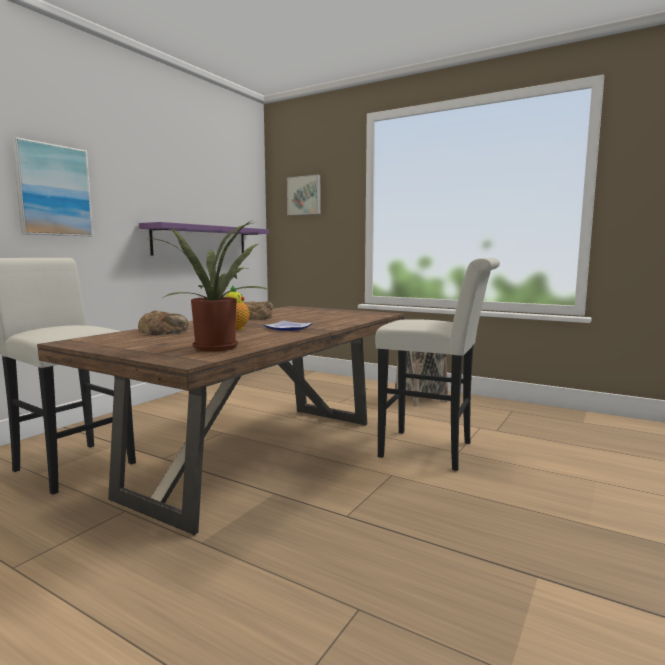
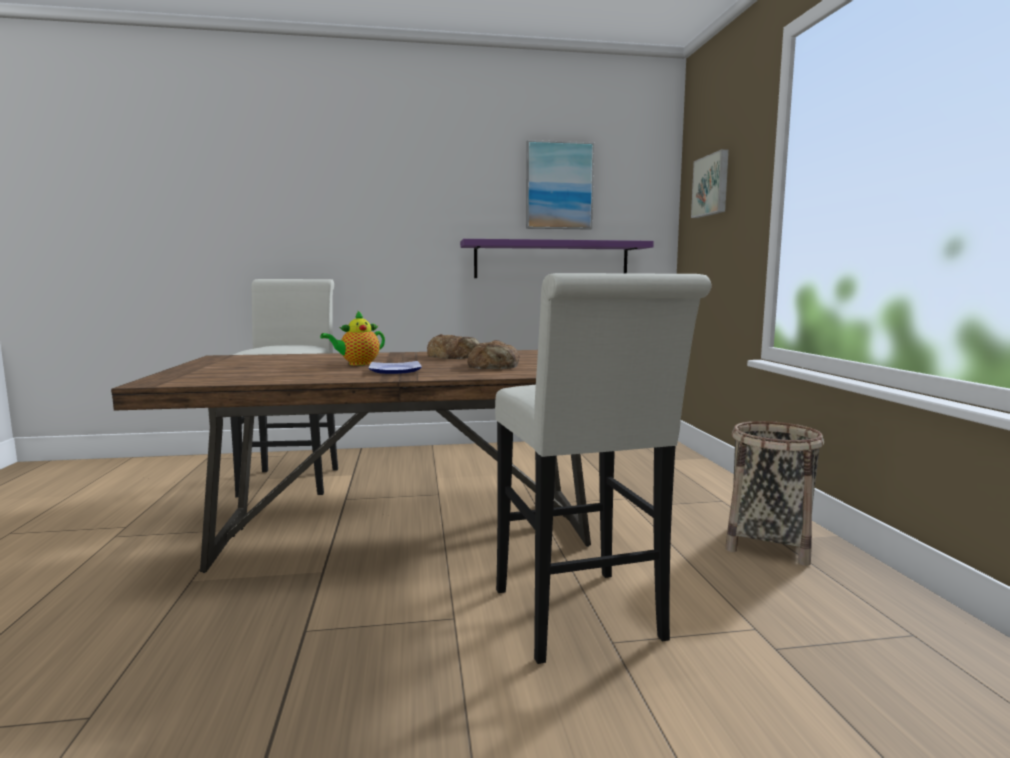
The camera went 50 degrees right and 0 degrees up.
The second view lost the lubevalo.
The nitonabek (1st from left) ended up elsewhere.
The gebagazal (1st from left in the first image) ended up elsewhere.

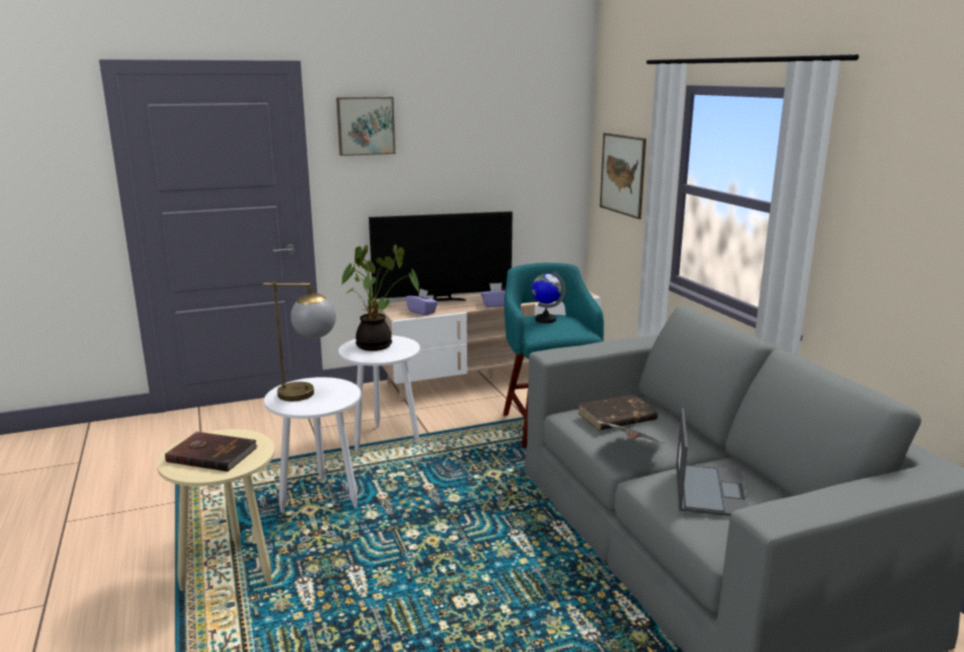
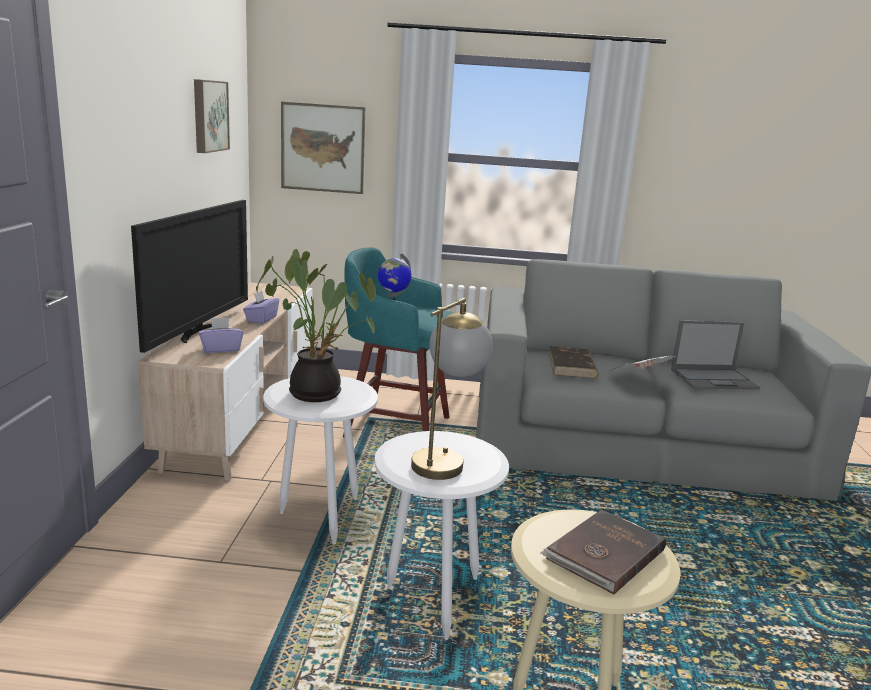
The camera went 65 degrees left and 0 degrees up.
The nitonabek (1st from left) ended up elsewhere.
The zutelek ended up facing another way, 135 degrees clockwise from before.

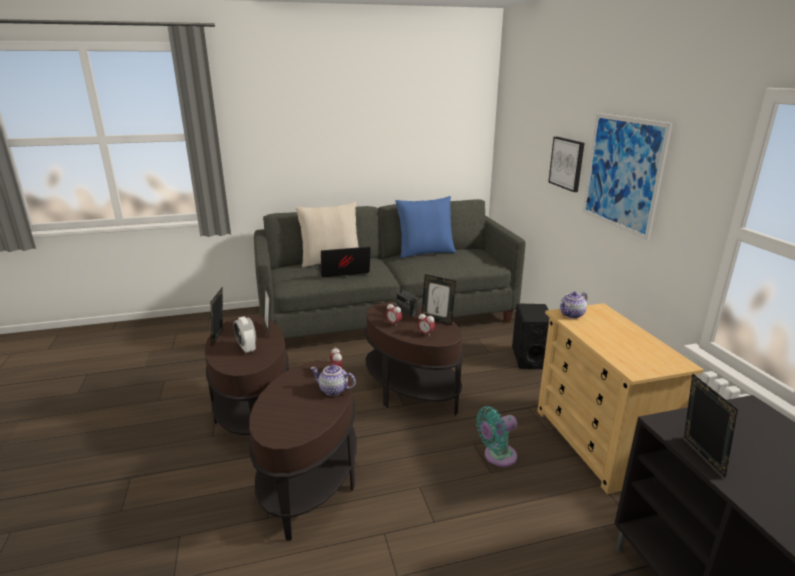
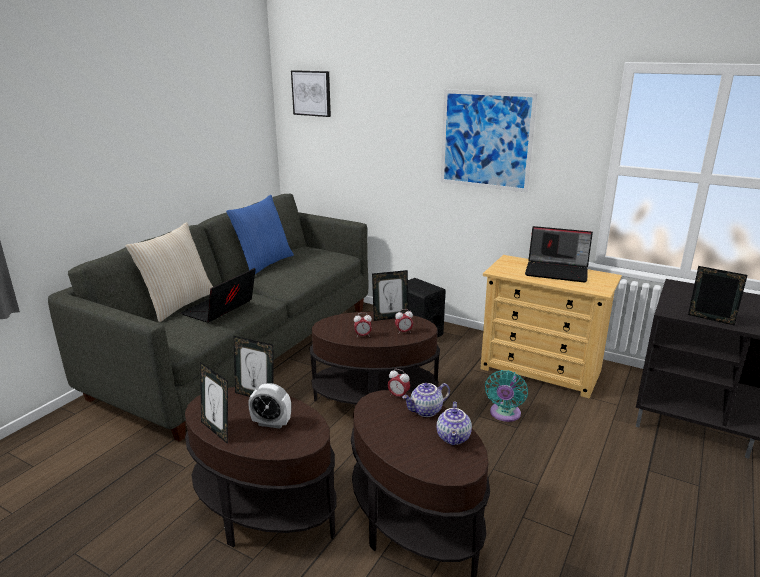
The camera went 45 degrees left and 0 degrees up.
The second view lost the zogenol.
The second view gained the zutelek (2nd from left).
The nitonabek (1st from left) ended up elsewhere.
The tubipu (2nd from left) ended up elsewhere.

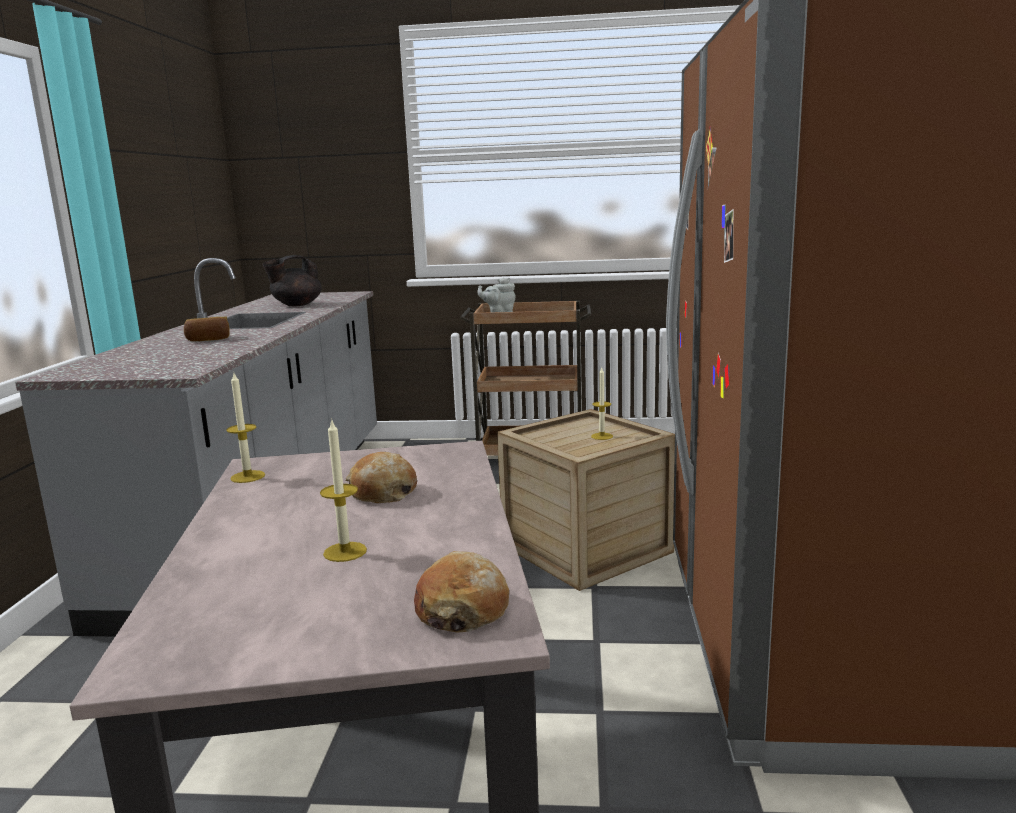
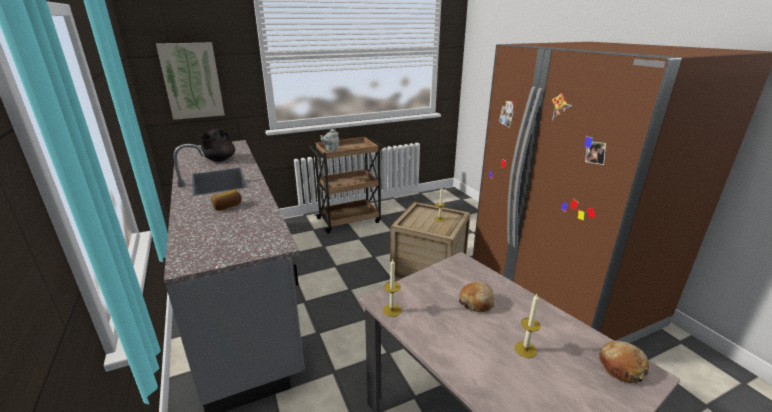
The camera went 30 degrees left and 10 degrees up.
The second view gained the nitonabek.

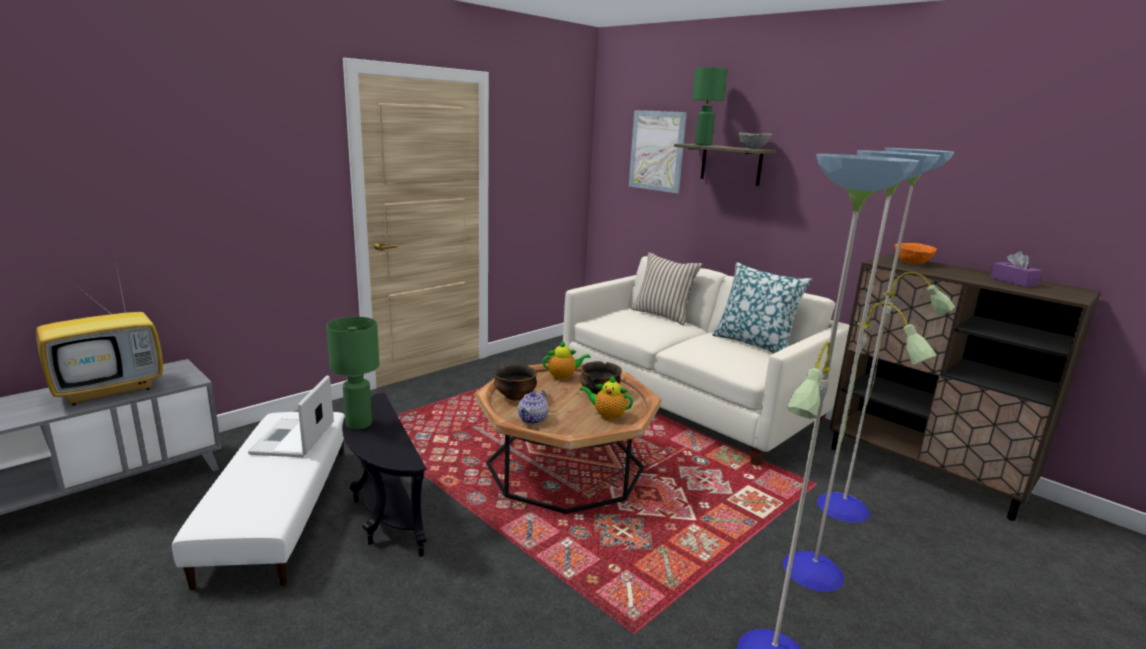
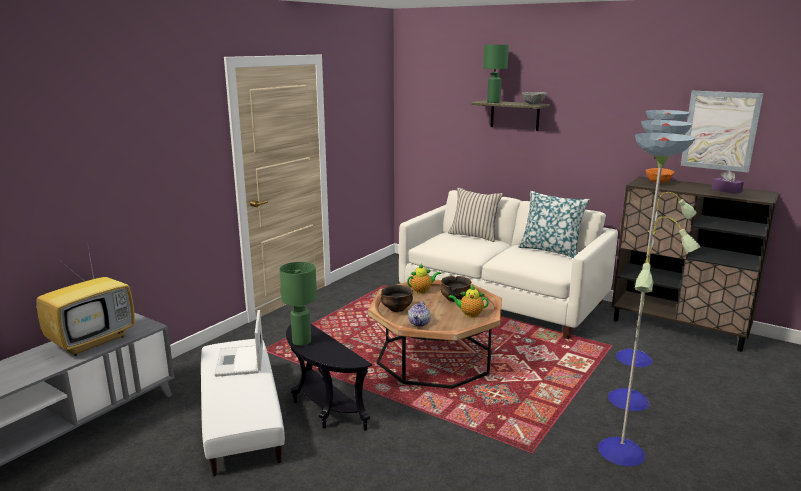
The camera went 10 degrees left and 0 degrees up.
The nitonabek ended up elsewhere.

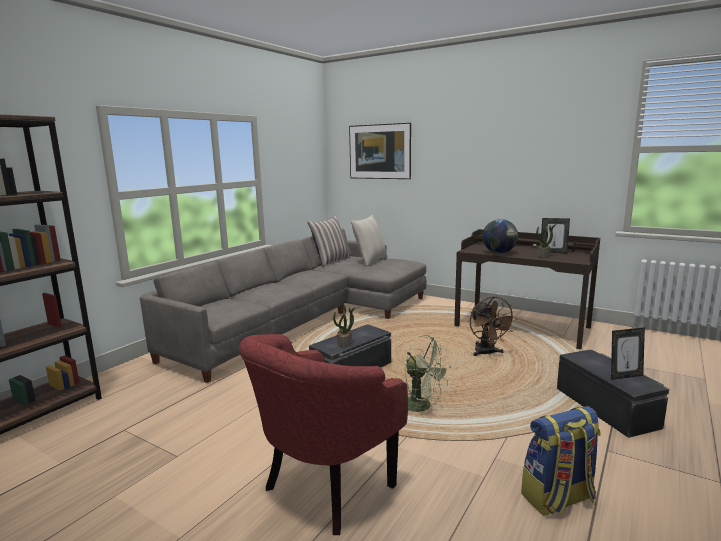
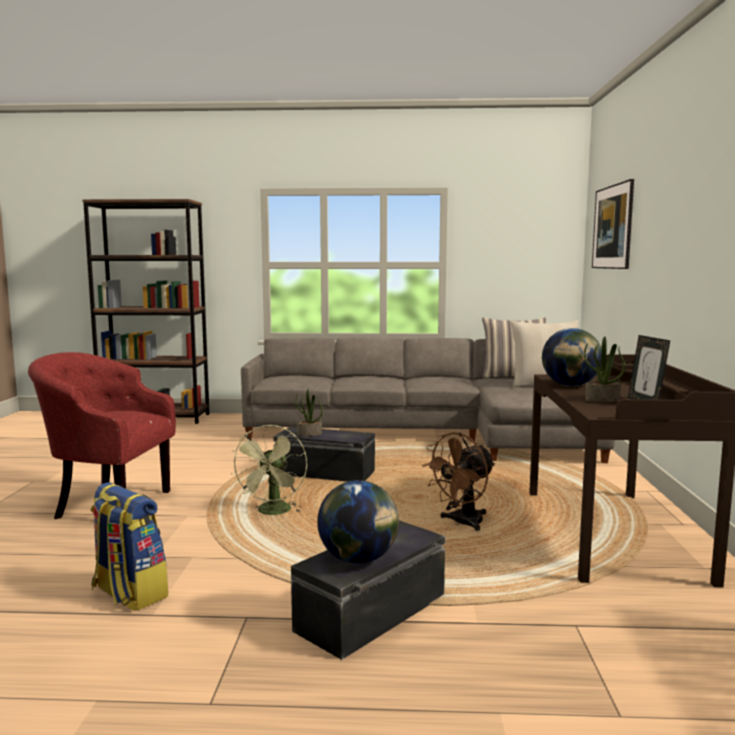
The camera went 60 degrees right and 5 degrees down.
Where the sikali (2nd from left) stood, the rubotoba (1st from left) came to stand.

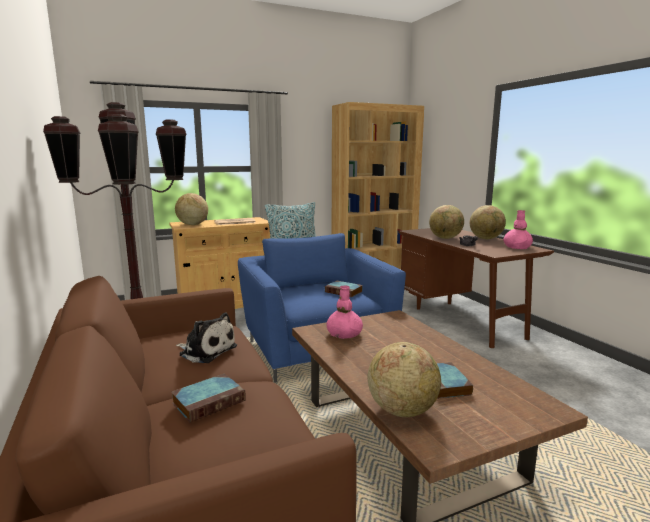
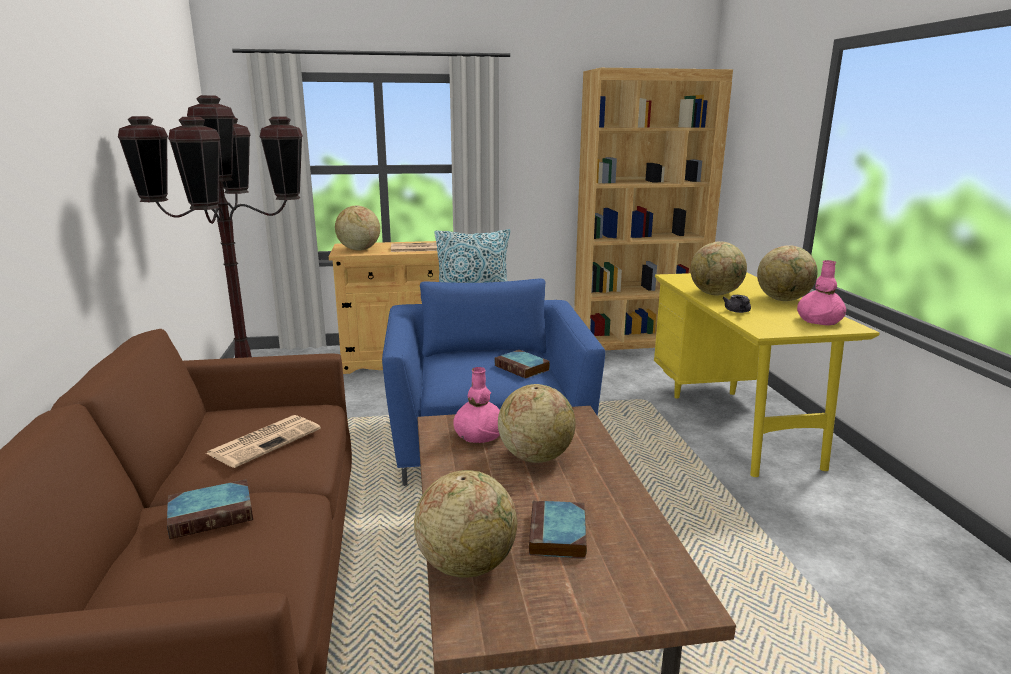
The camera went 15 degrees right and 5 degrees up.
The second view gained the rubotoba (3rd from left).
Where the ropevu stood, the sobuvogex (1st from left) came to stand.
What was the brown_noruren turned into the yellow_noruren.

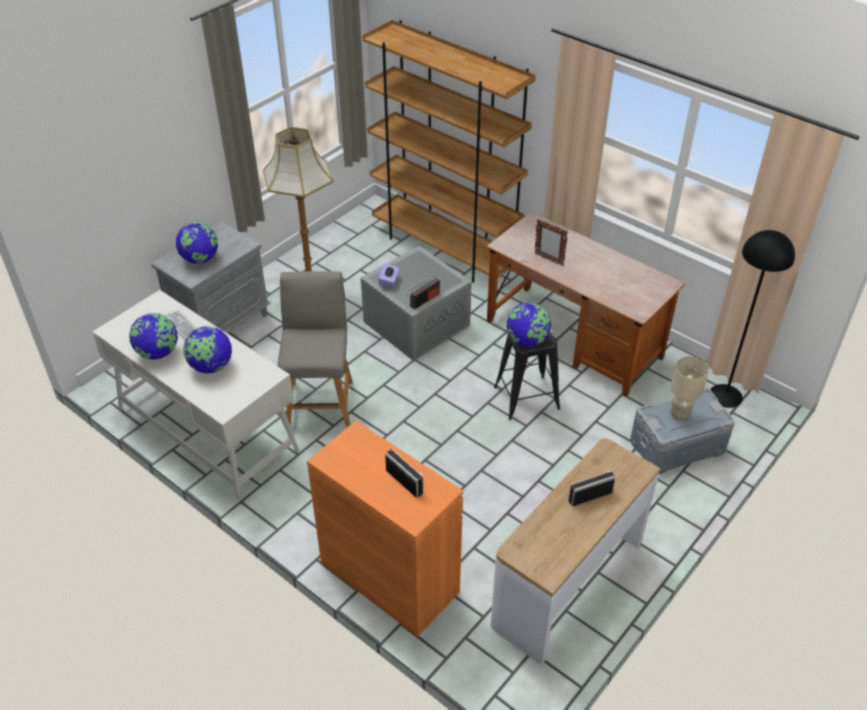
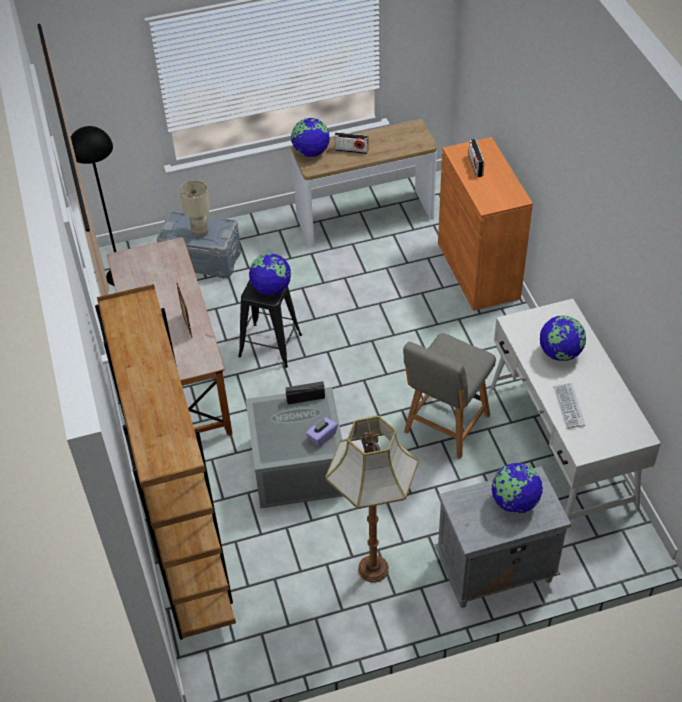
The camera went 145 degrees left and 5 degrees up.
The rubotoba (1st from left in the first image) ended up elsewhere.

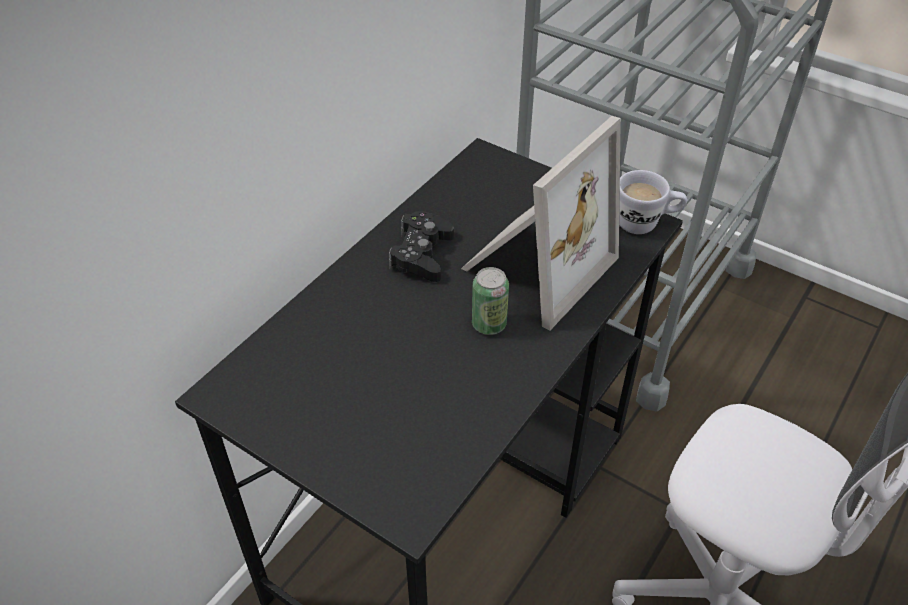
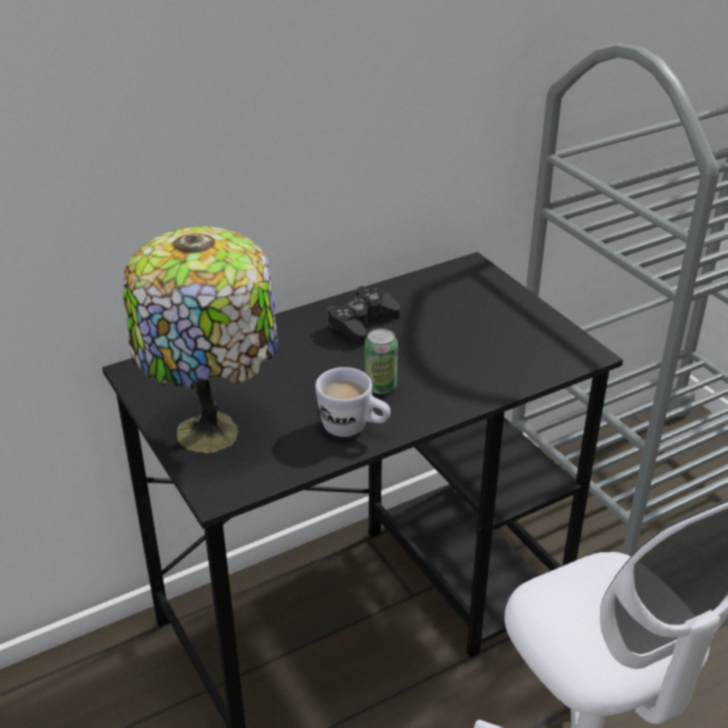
The camera went 25 degrees right and 10 degrees down.
The second view lost the sikali.
The second view gained the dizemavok.
The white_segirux ended up elsewhere.

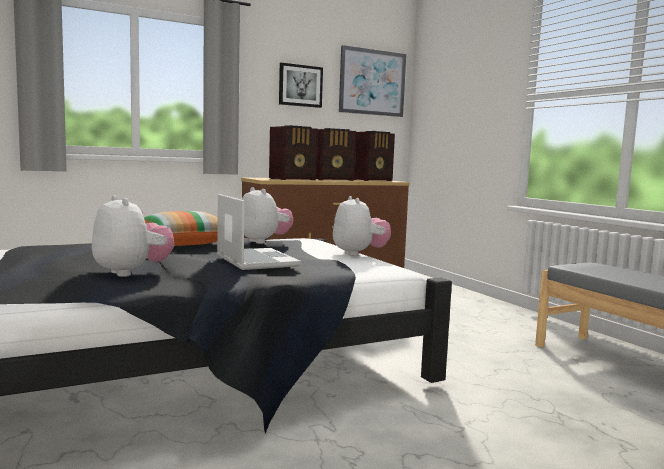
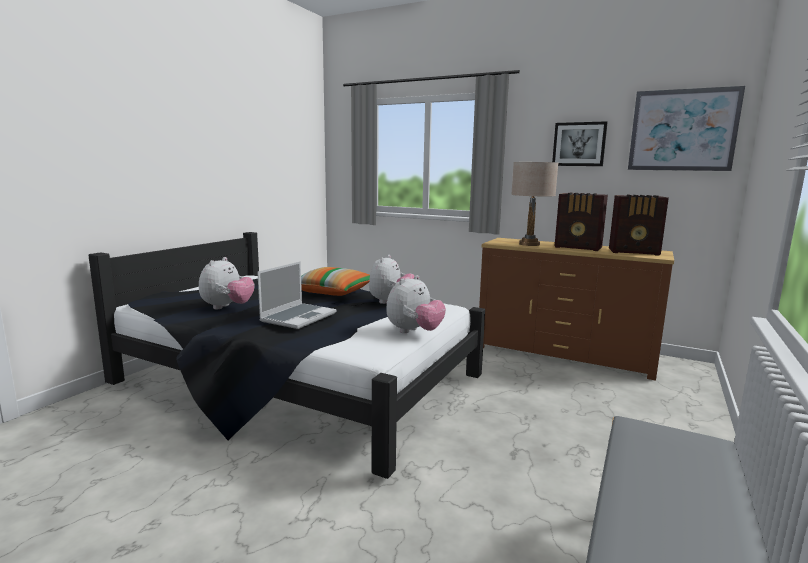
The camera went 55 degrees right and 5 degrees up.
Where the zogenol (1st from left) stood, the beige_dizemavok came to stand.

